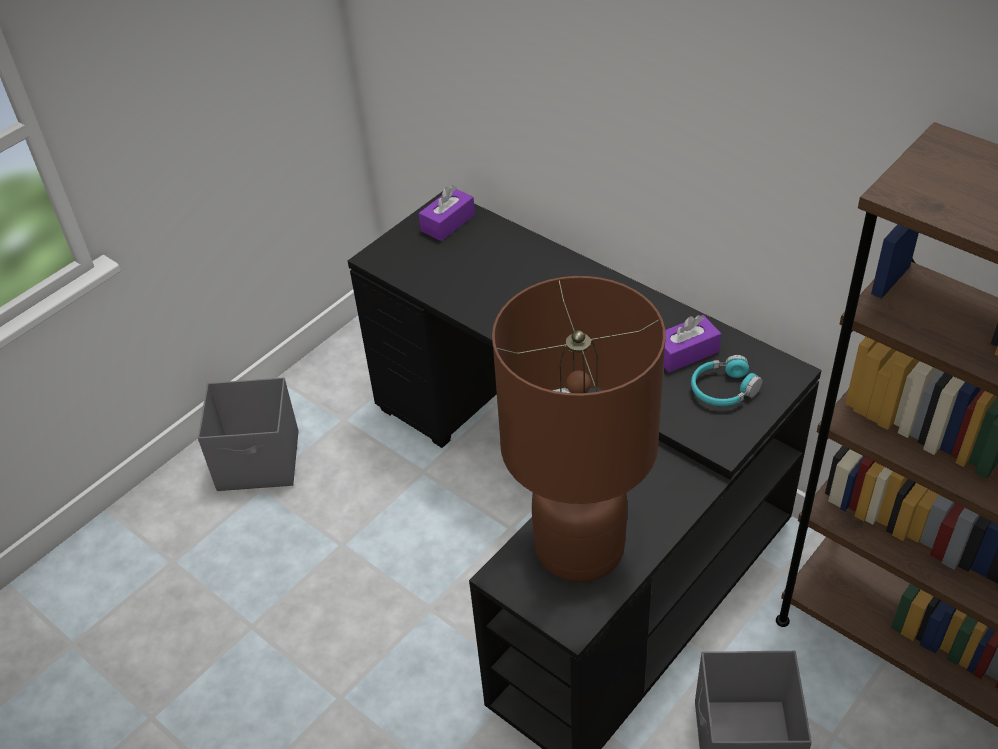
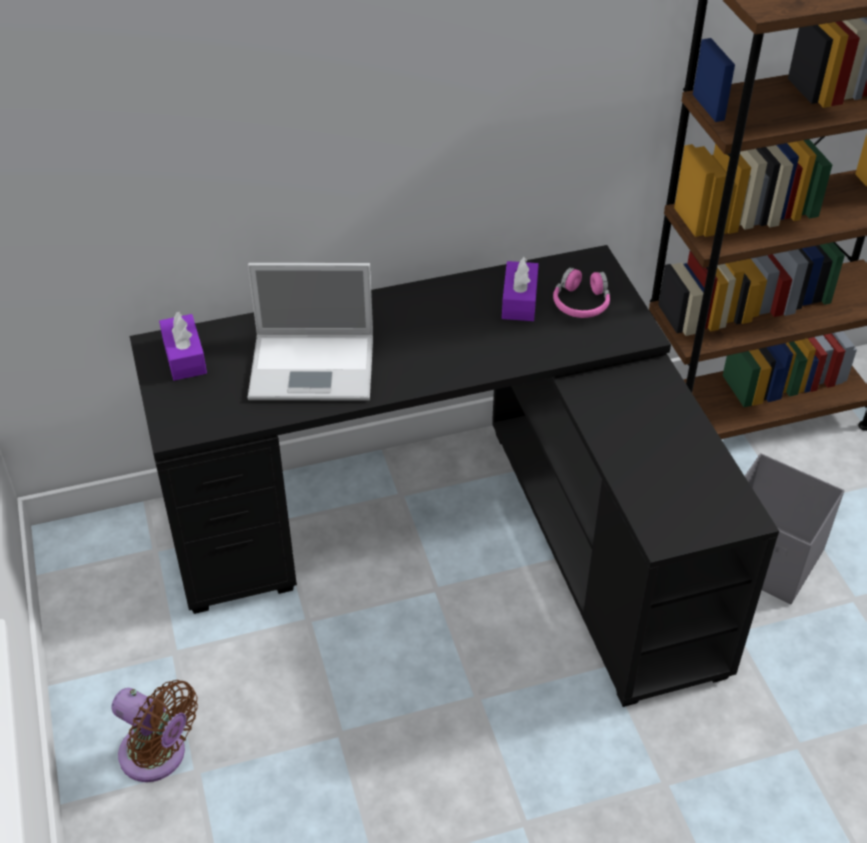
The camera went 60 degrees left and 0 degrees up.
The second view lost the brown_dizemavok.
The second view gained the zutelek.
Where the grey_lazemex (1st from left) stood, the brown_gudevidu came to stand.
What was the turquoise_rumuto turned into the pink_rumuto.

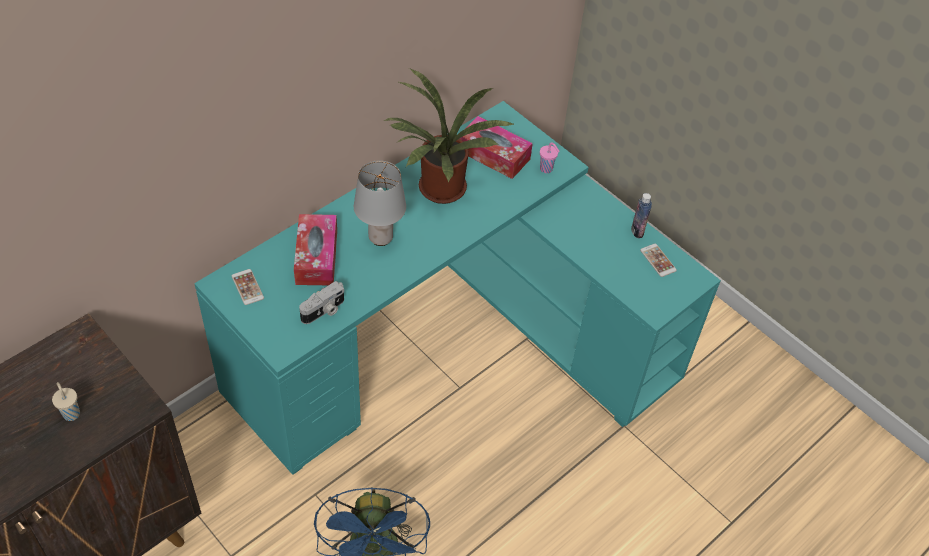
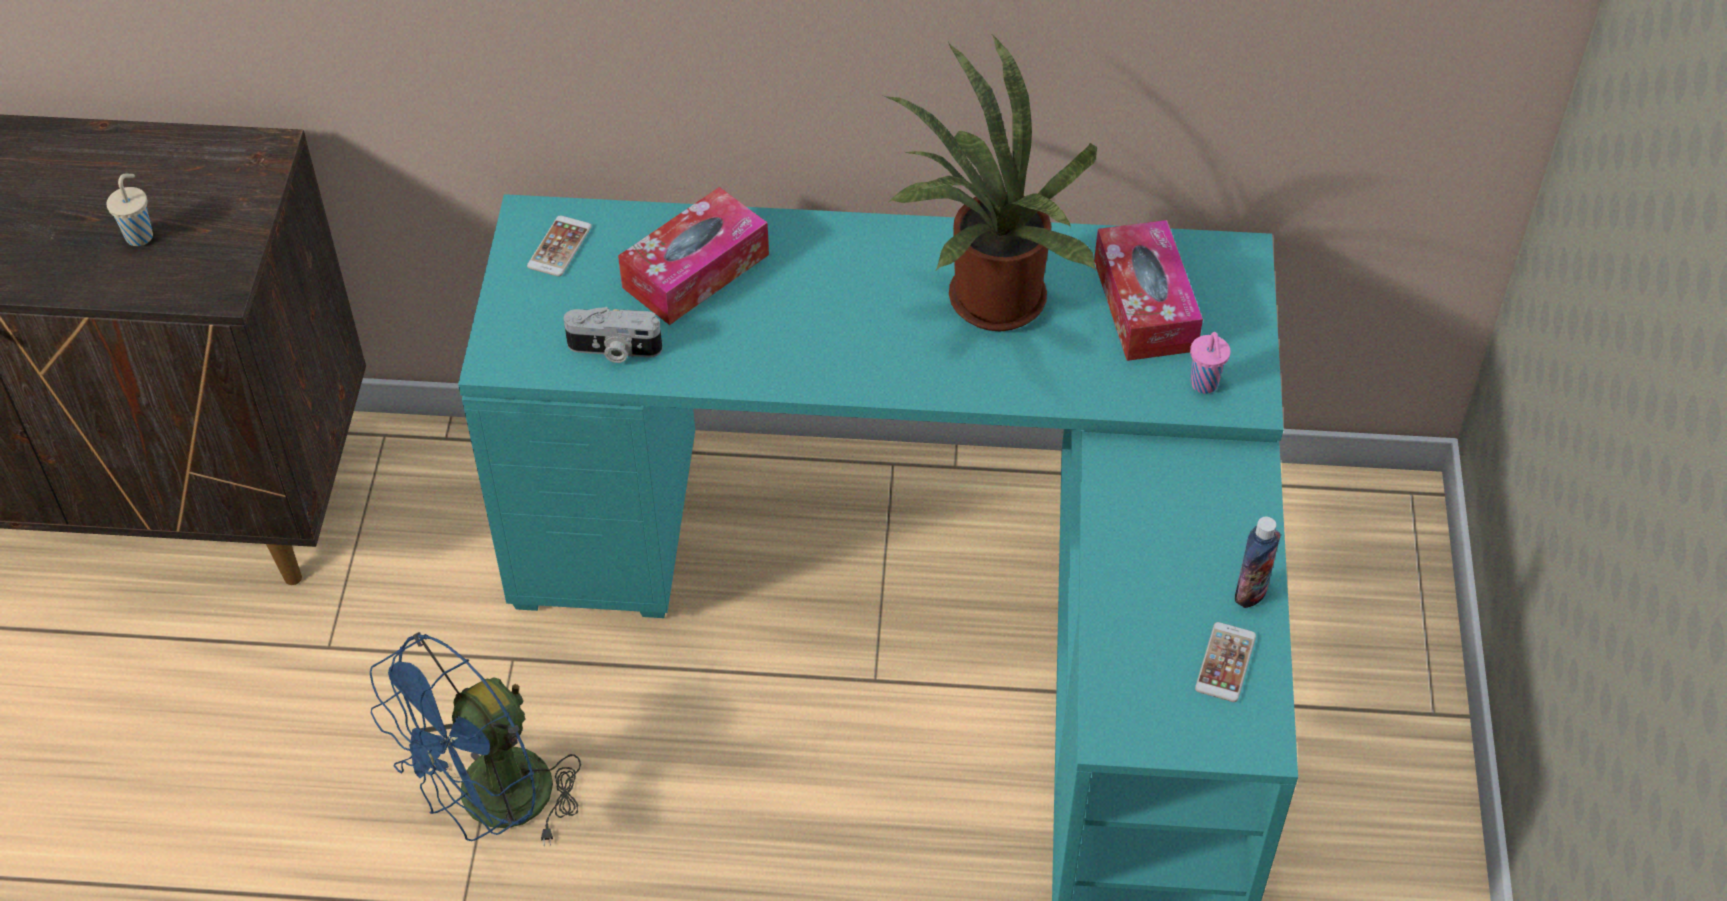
The camera went 50 degrees right and 0 degrees up.
The second view lost the grey_dizemavok.

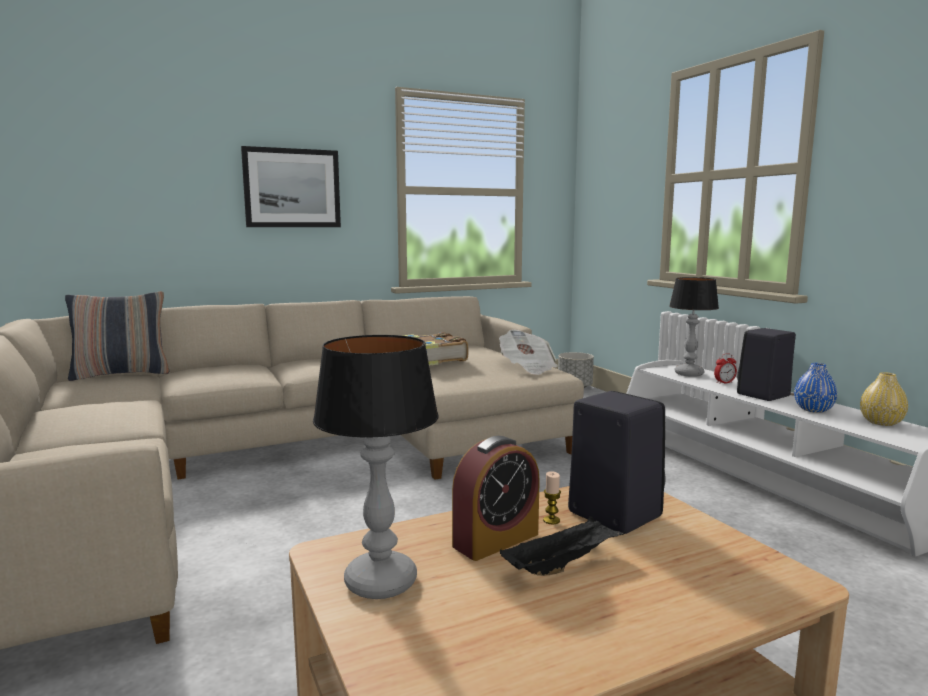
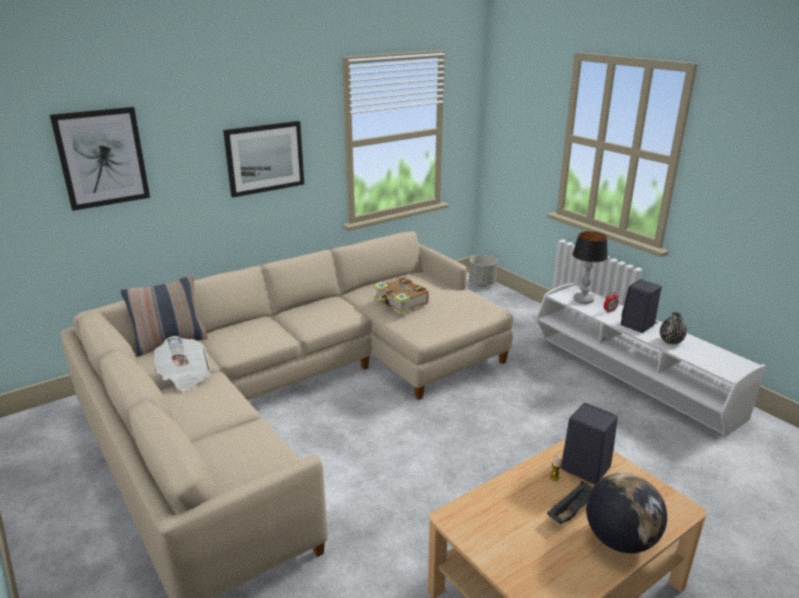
The camera went 10 degrees left and 15 degrees up.
The second view lost the dizemavok (1st from left).
The second view lost the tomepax (1st from left).
The second view lost the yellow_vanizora.
The second view gained the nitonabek (1st from left).
The second view gained the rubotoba.
The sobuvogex ended up elsewhere.
What was the blue_vanizora turned into the black_vanizora.

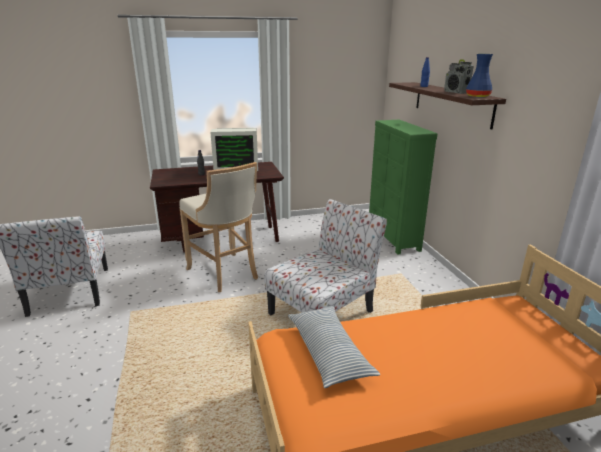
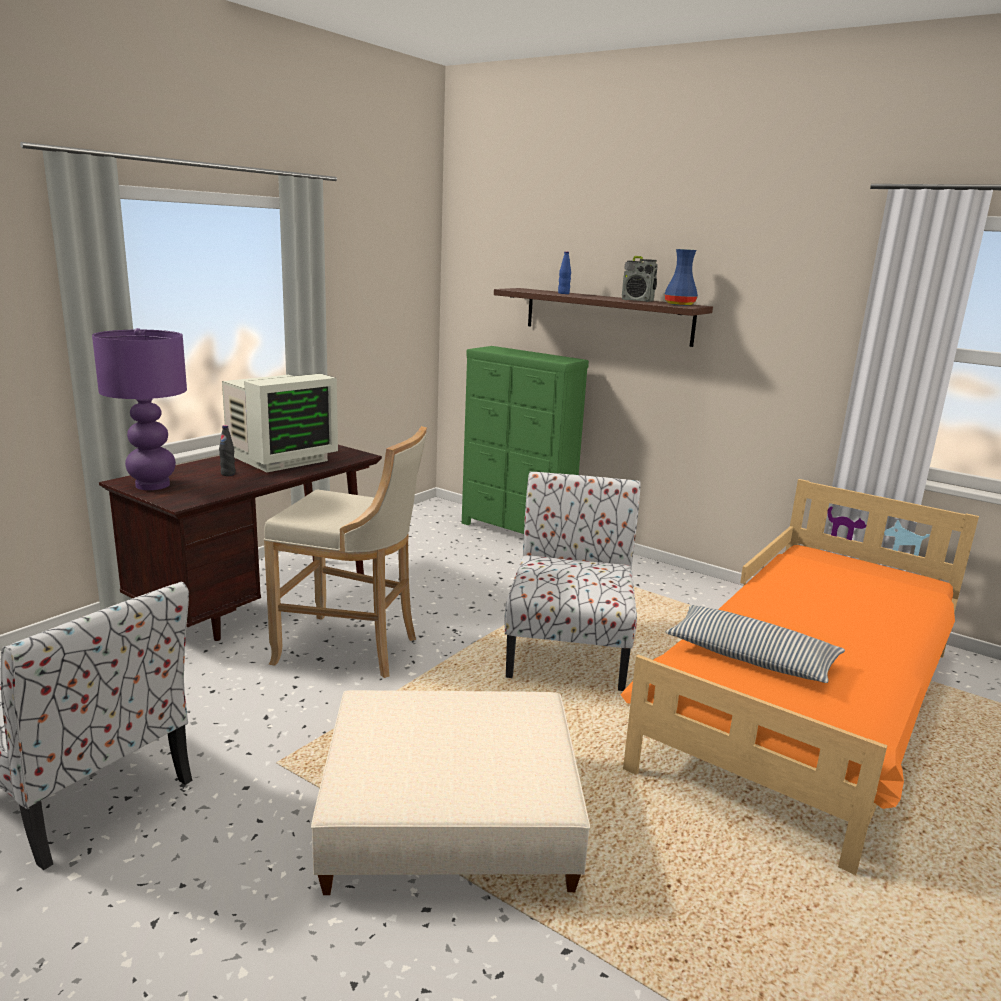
The camera went 40 degrees left and 5 degrees down.
The second view gained the purple_dizemavok.
The second view gained the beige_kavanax.

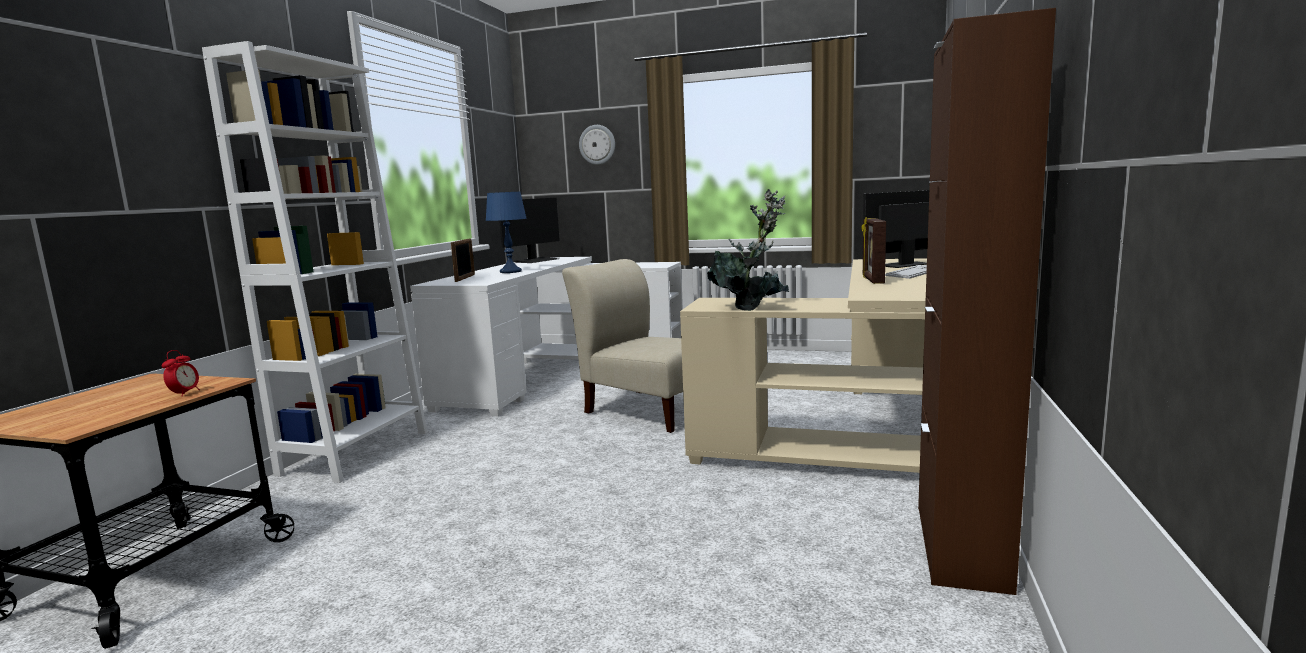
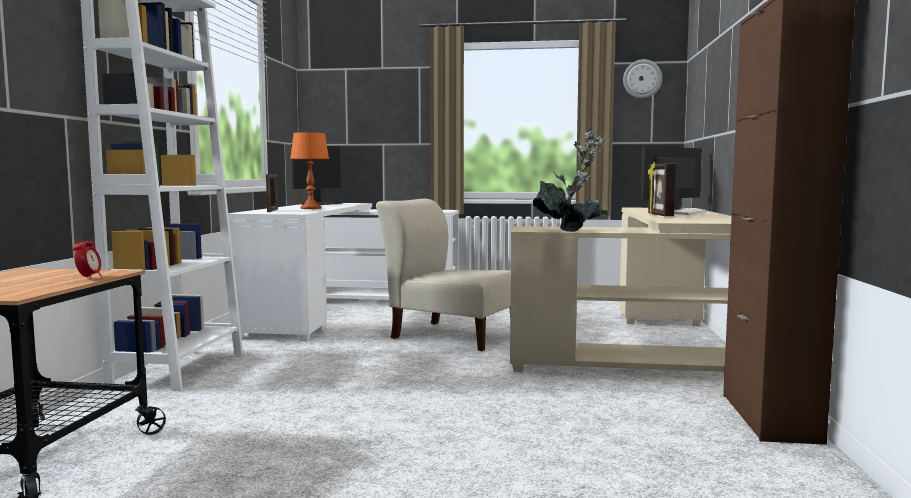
The camera went 10 degrees left and 5 degrees down.
The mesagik ended up elsewhere.
What was the blue_dizemavok turned into the orange_dizemavok.

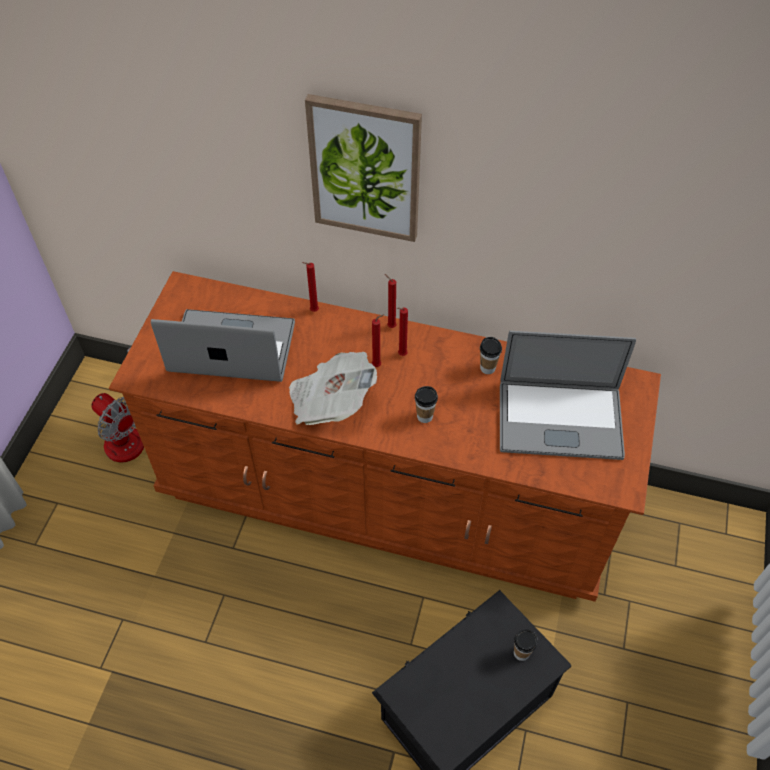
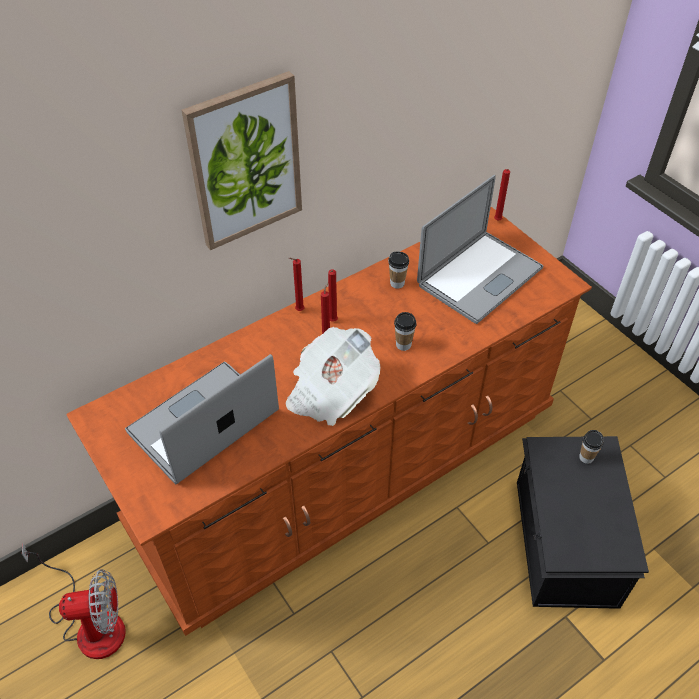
The camera went 50 degrees left and 5 degrees down.
The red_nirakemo (1st from left in the first image) ended up elsewhere.

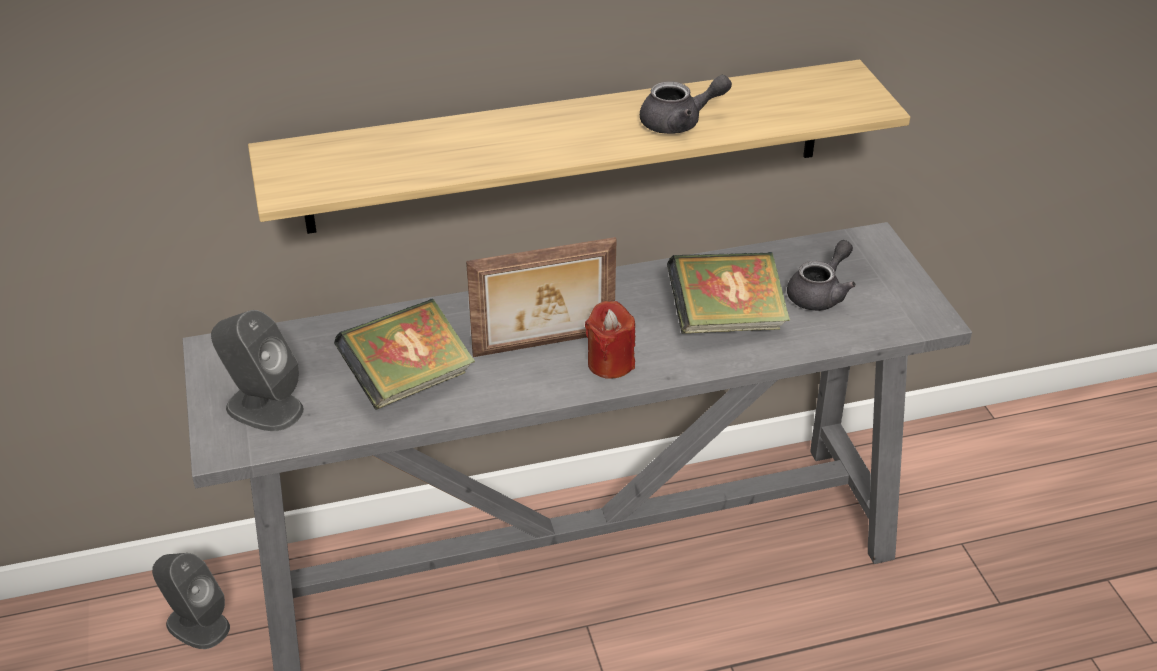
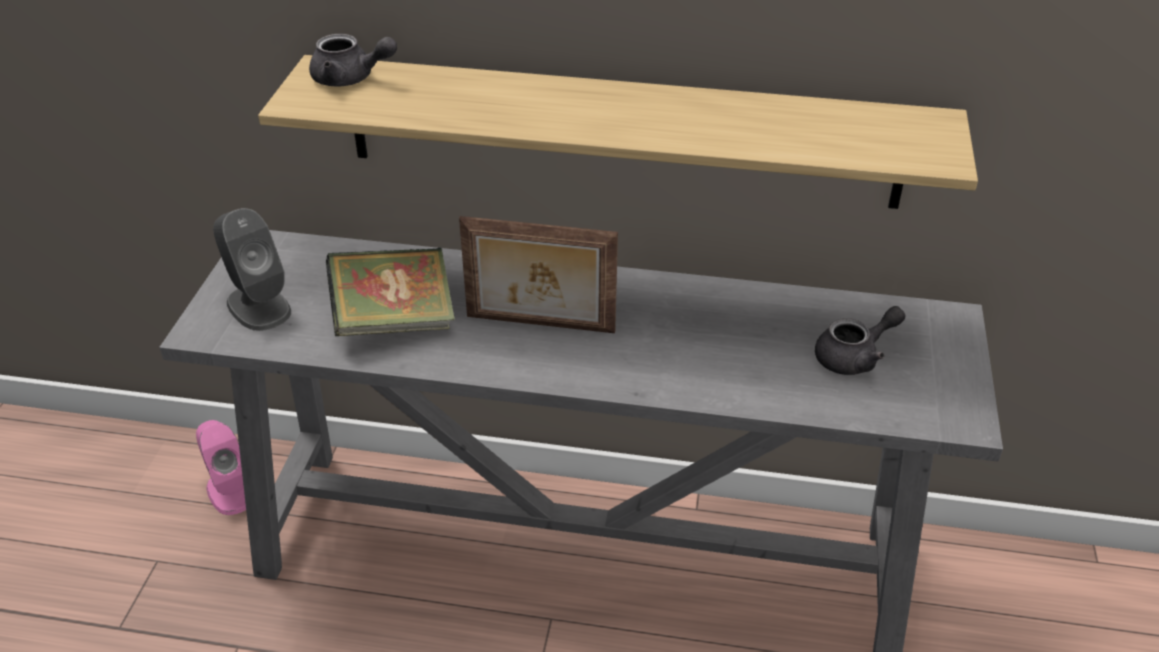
The camera went 25 degrees right and 0 degrees up.
The second view lost the red_nirakemo.
The second view lost the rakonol (2nd from left).
The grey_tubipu (1st from left) ended up elsewhere.
What was the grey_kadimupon (1st from left) turned into the pink_kadimupon.

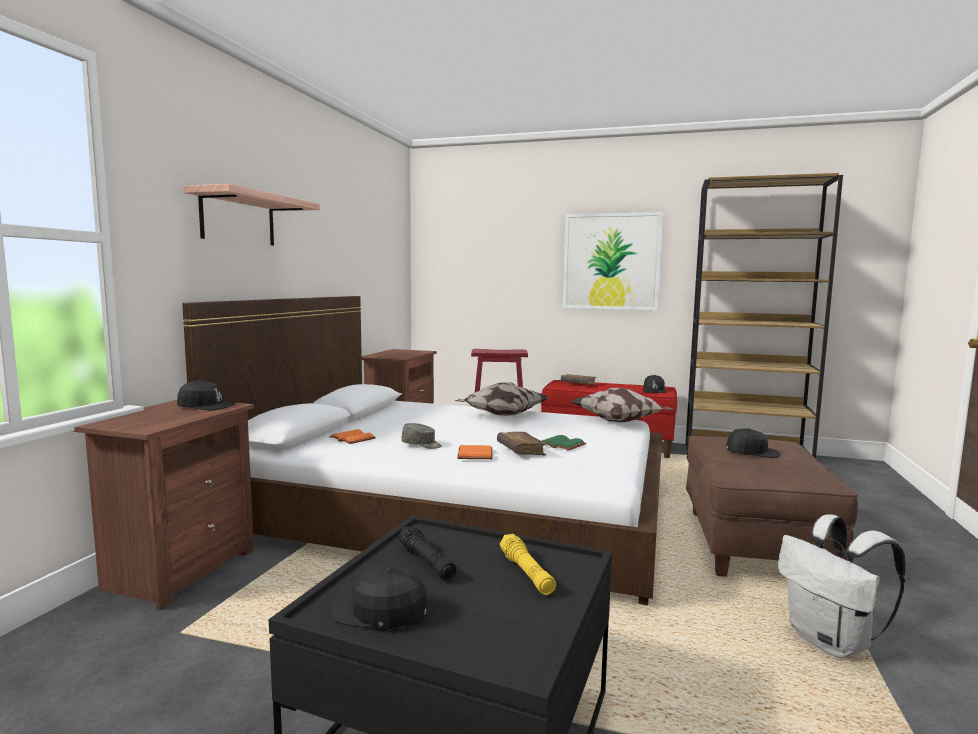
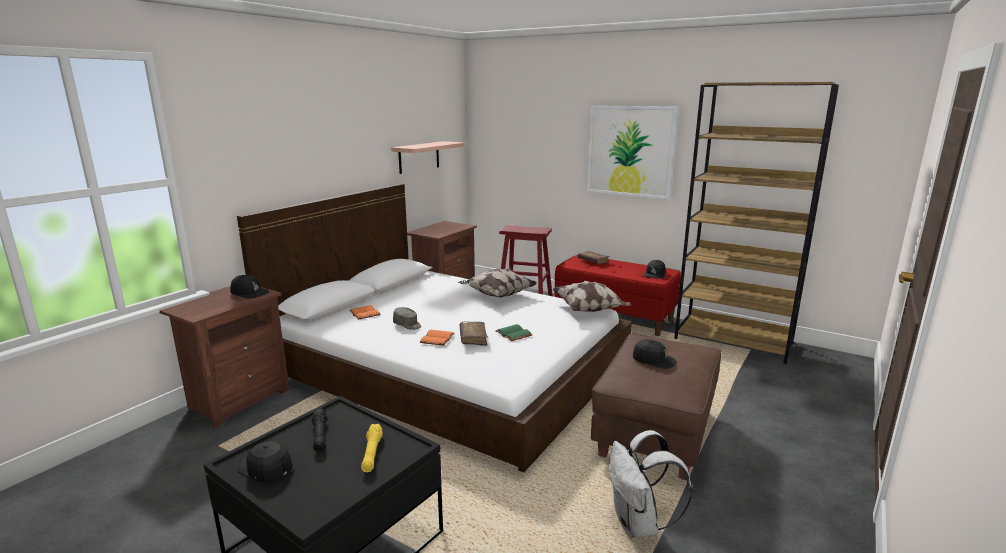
The camera went 15 degrees right and 10 degrees up.
The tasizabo ended up elsewhere.

